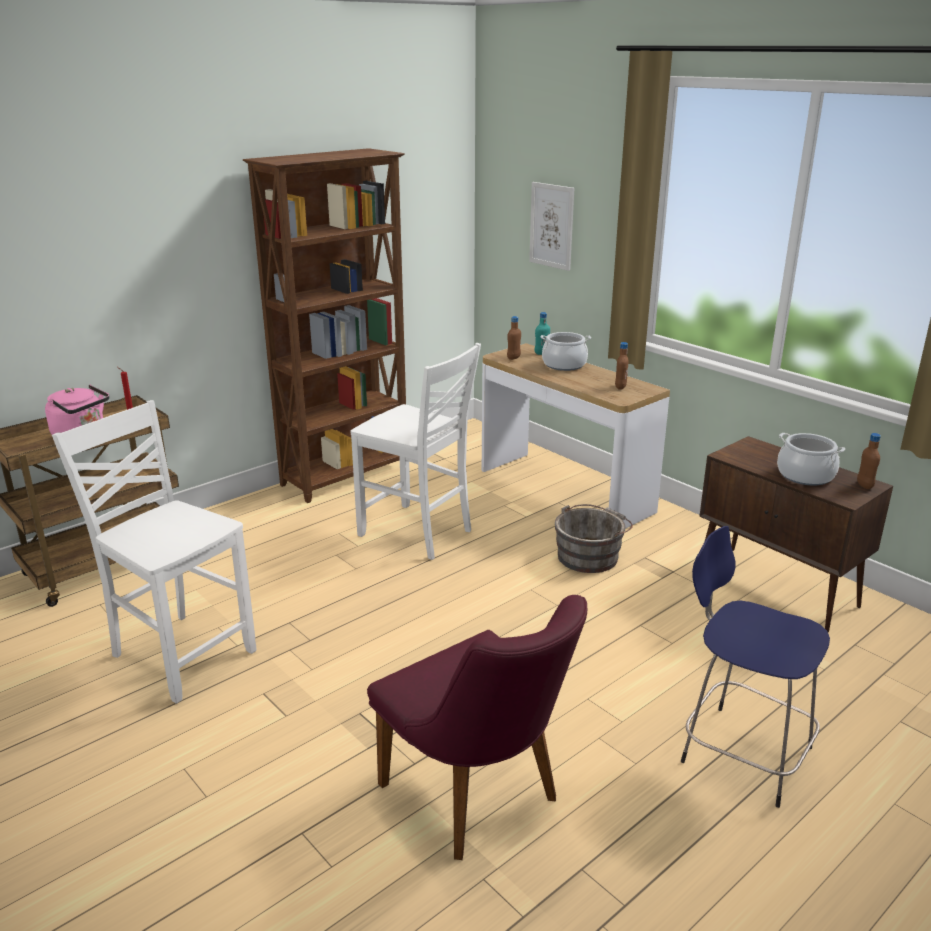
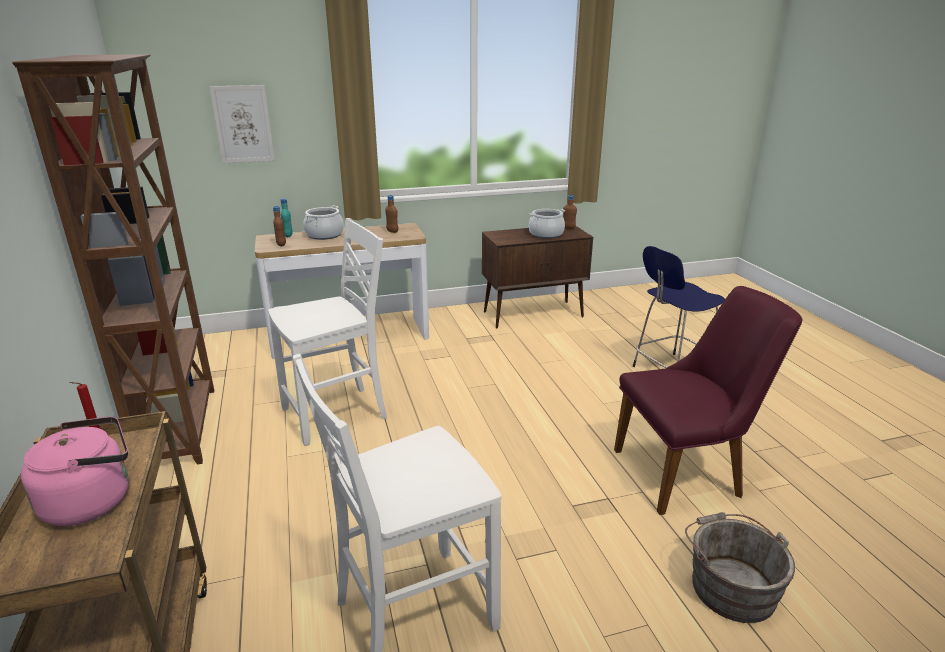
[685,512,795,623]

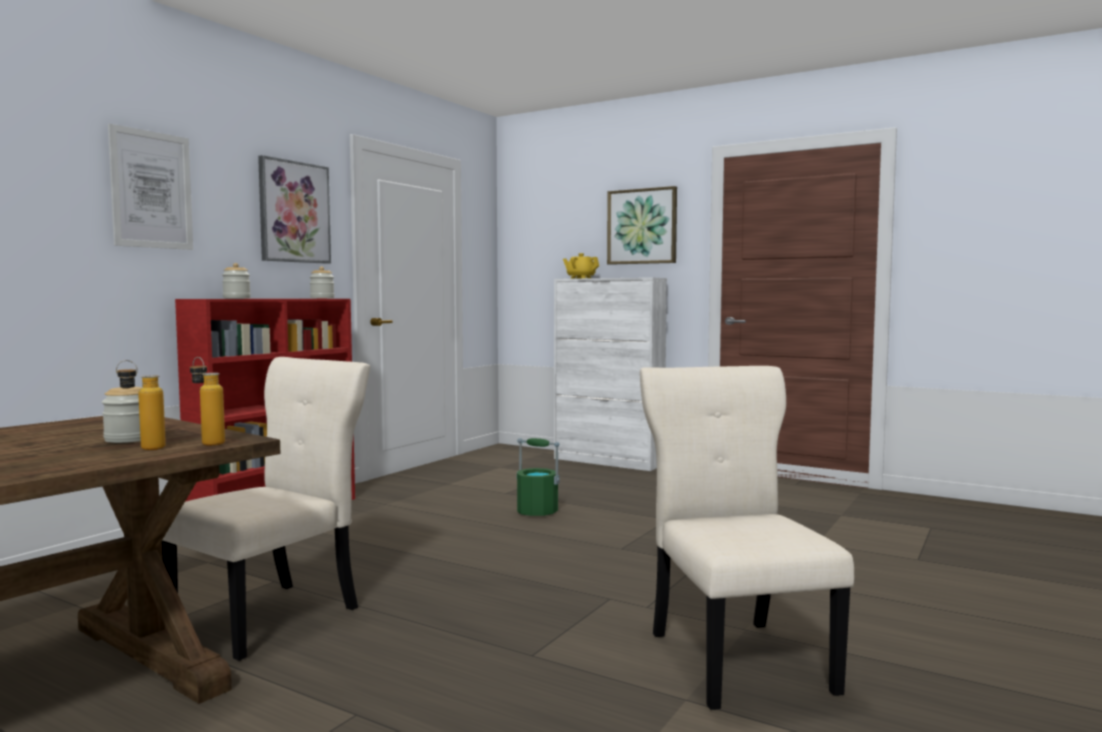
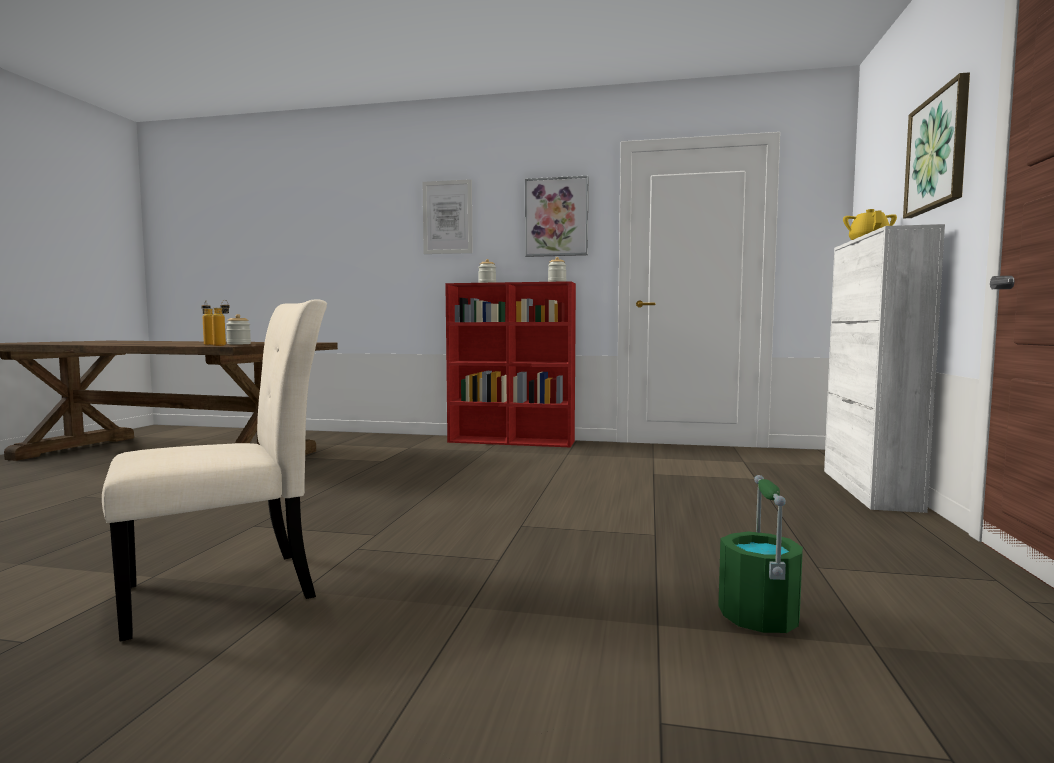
[162,357,370,661] (first image)
[718,475,803,633]

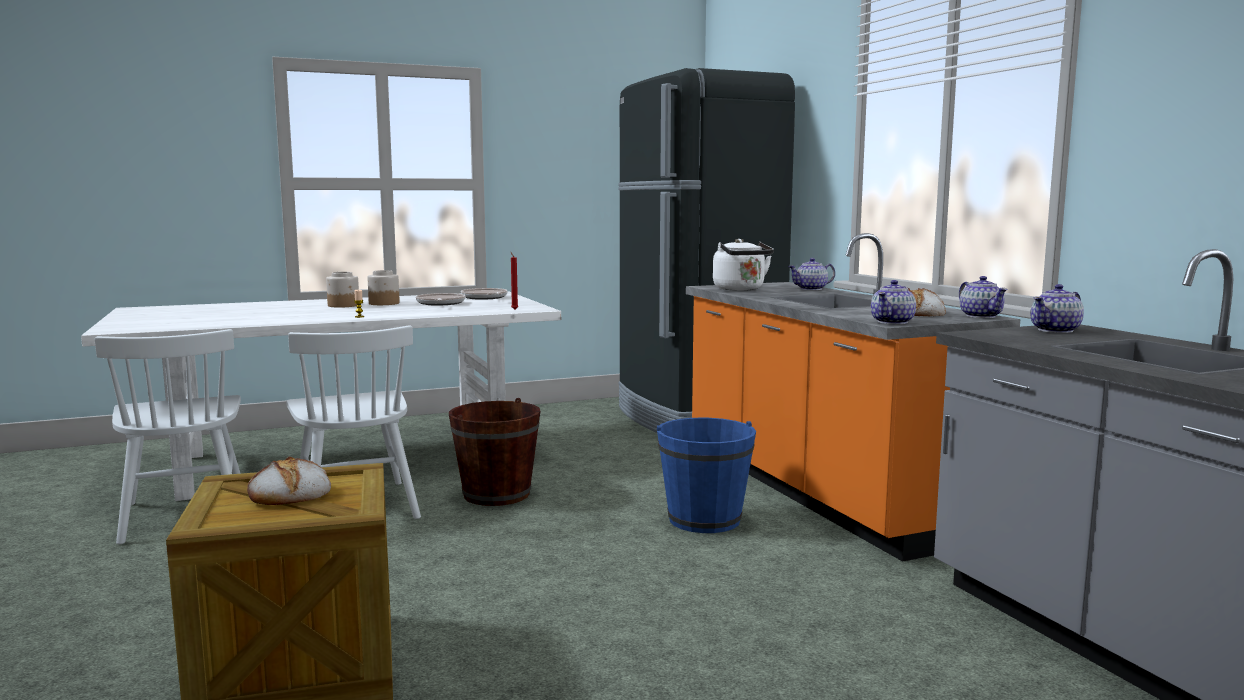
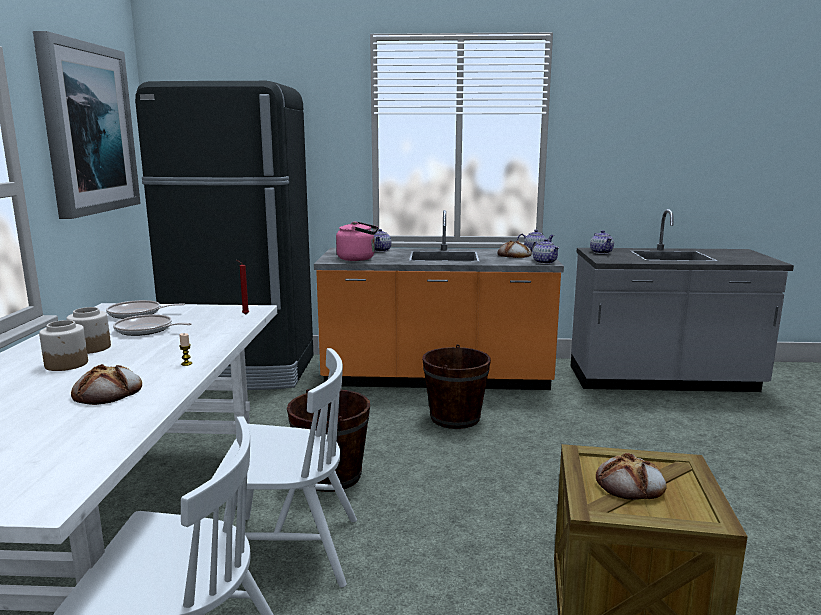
[422,344,491,429]
[336,222,378,261]
[33,31,141,219]
[71,364,142,405]

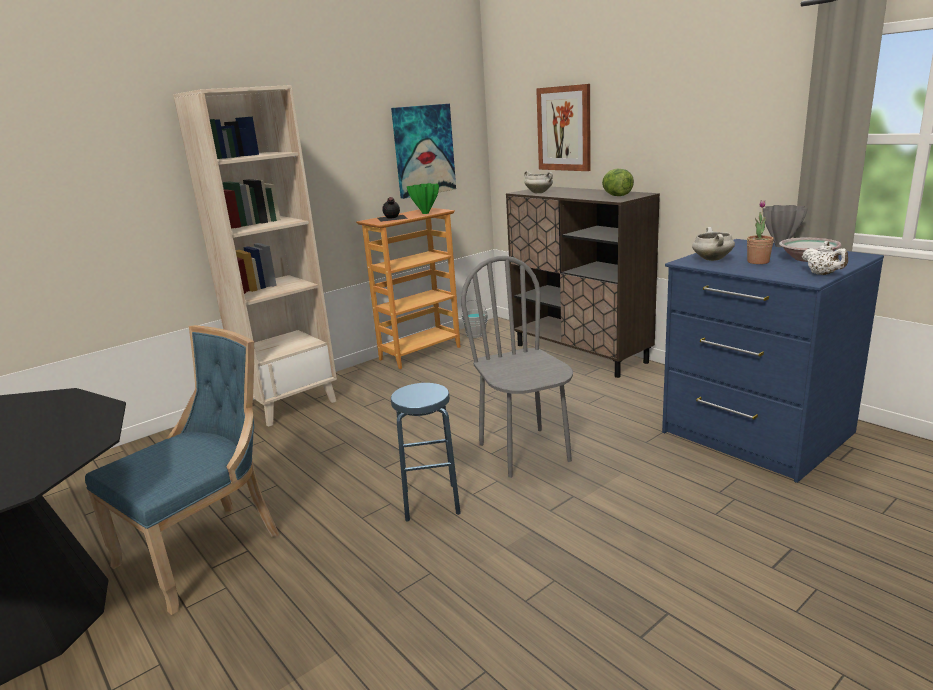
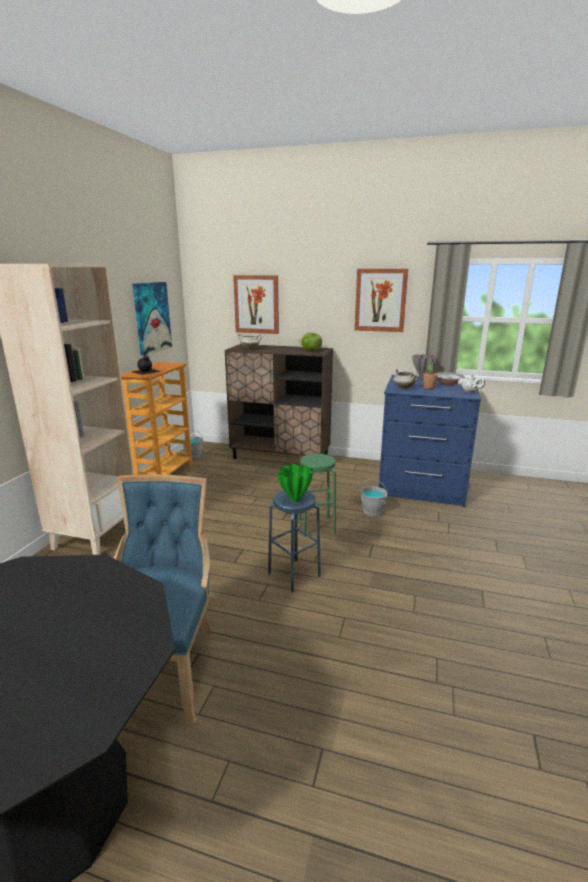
[277,464,313,502]
[298,454,336,537]
[355,269,408,332]
[361,479,388,516]

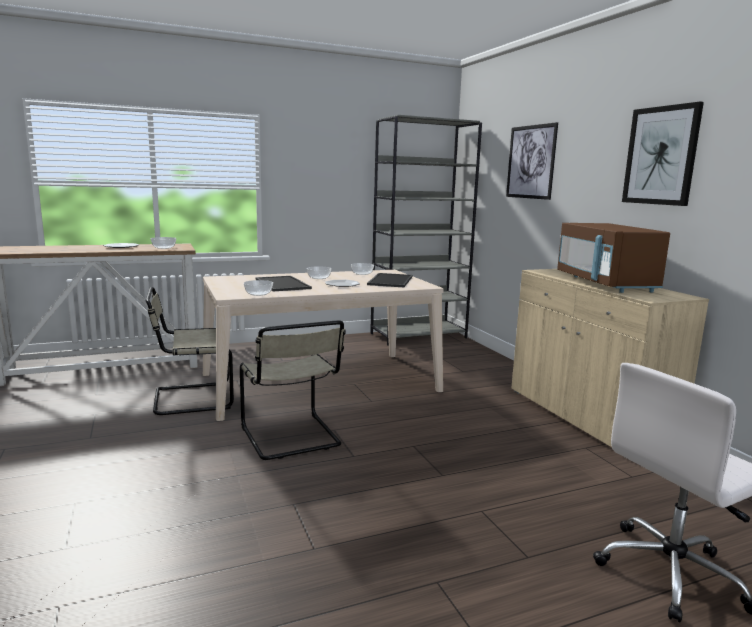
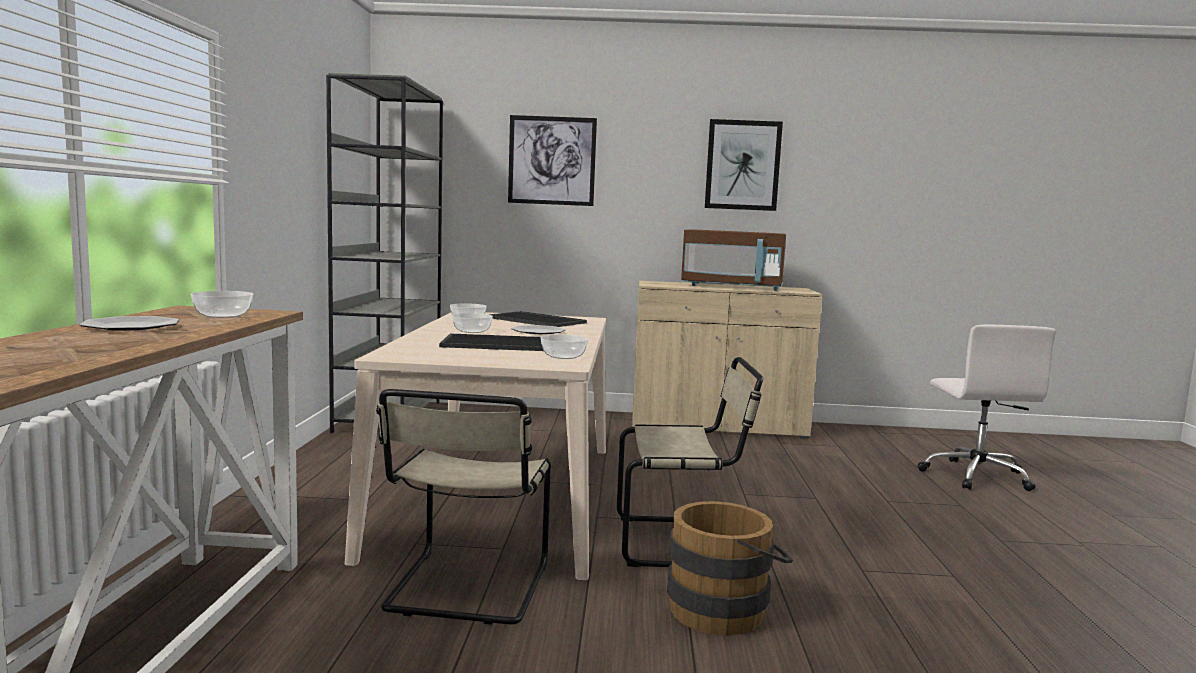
[667,501,793,636]

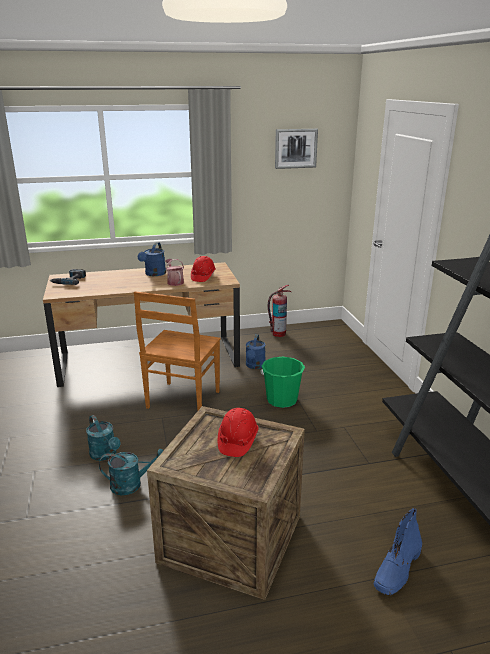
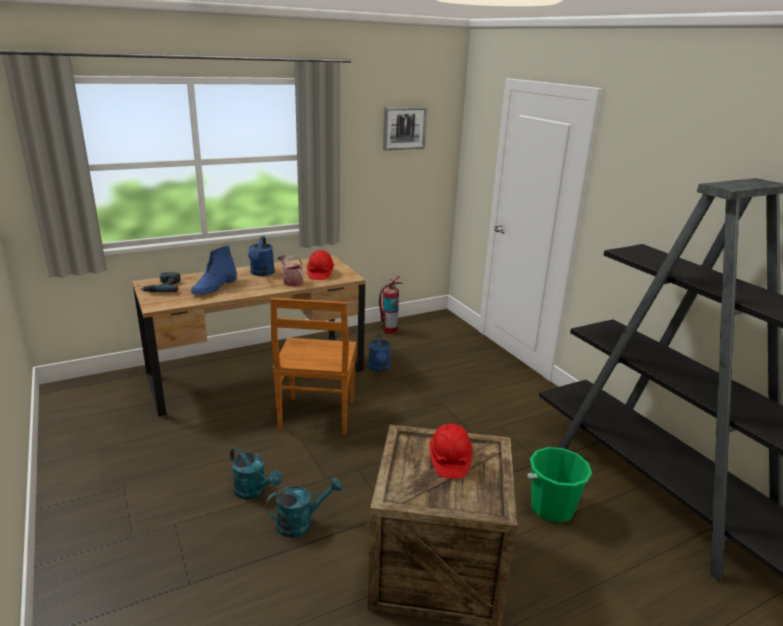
[527,447,592,523]
[191,246,237,295]

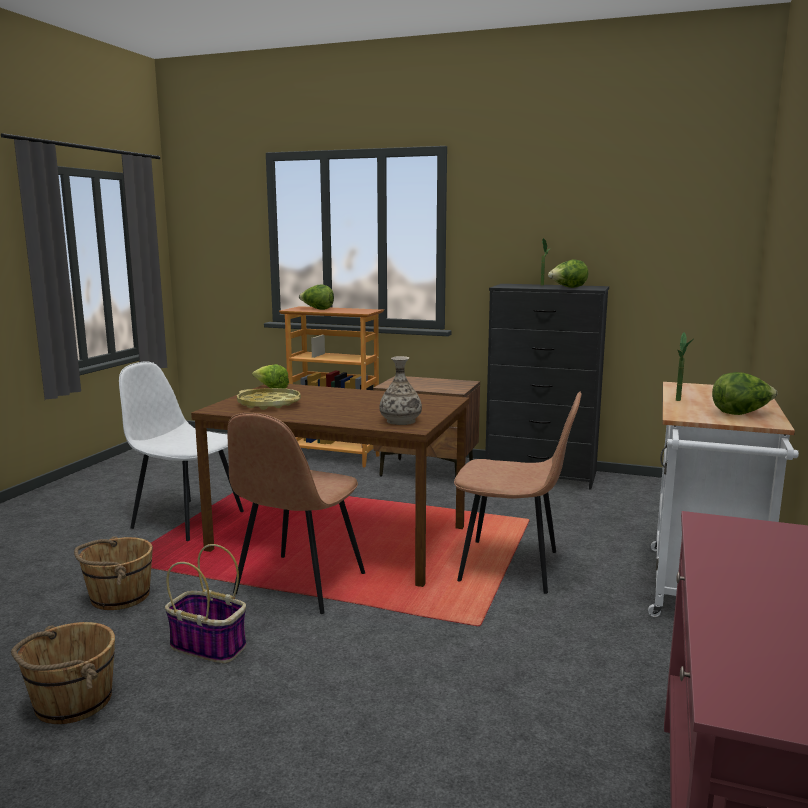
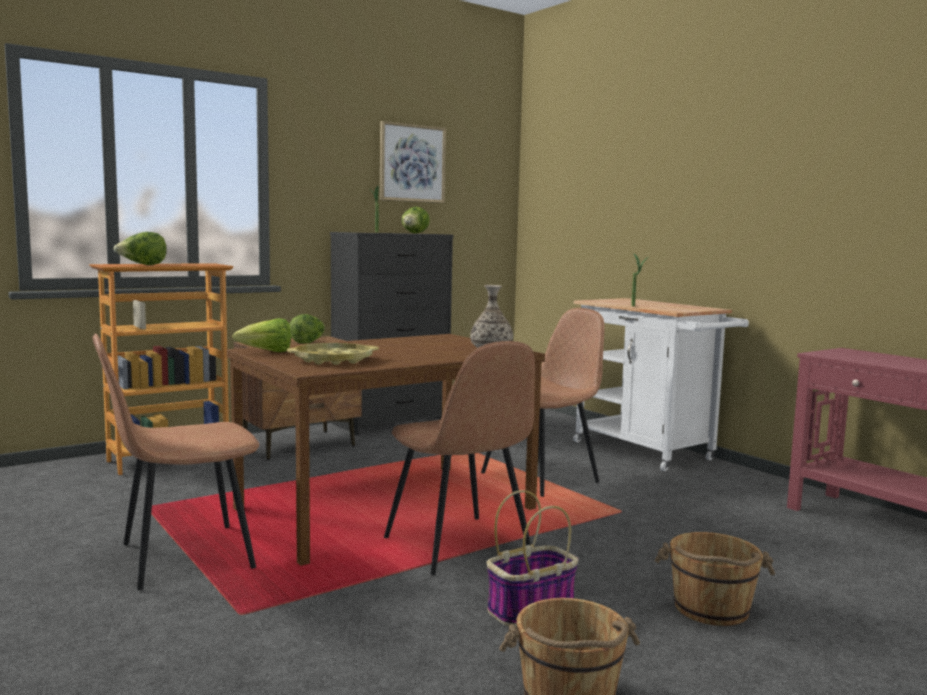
[655,532,775,626]
[93,334,259,590]
[290,314,325,344]
[380,121,446,203]

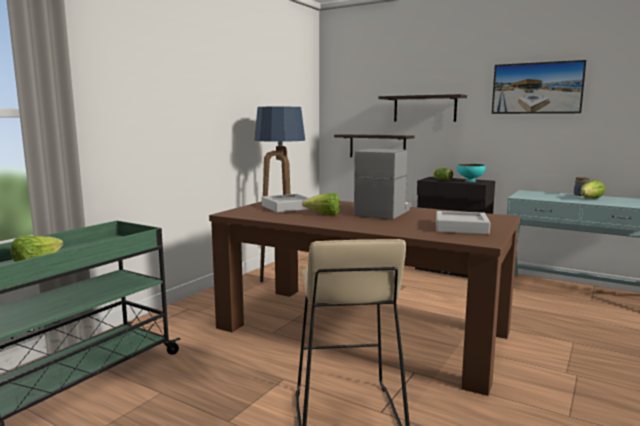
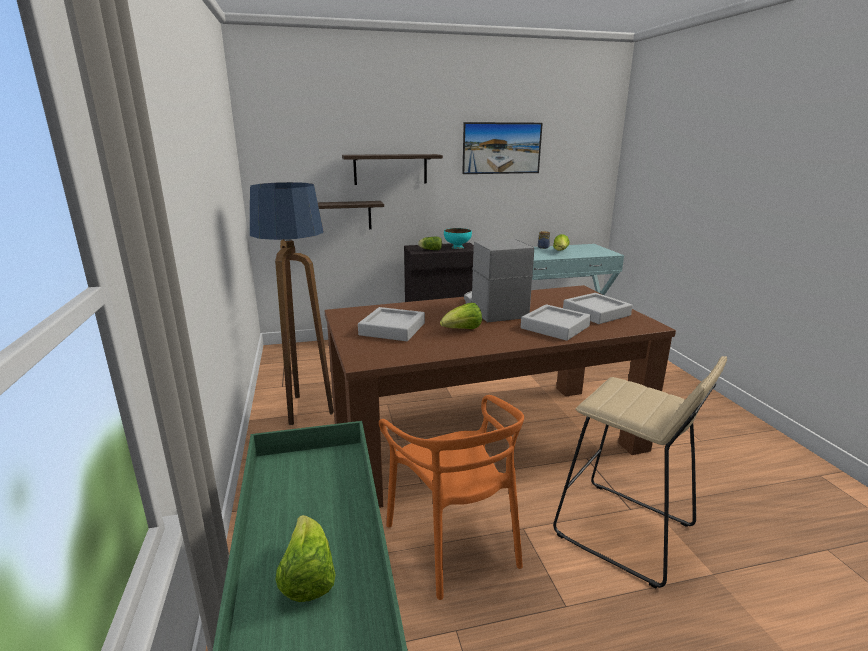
[379,395,524,600]
[521,304,591,341]

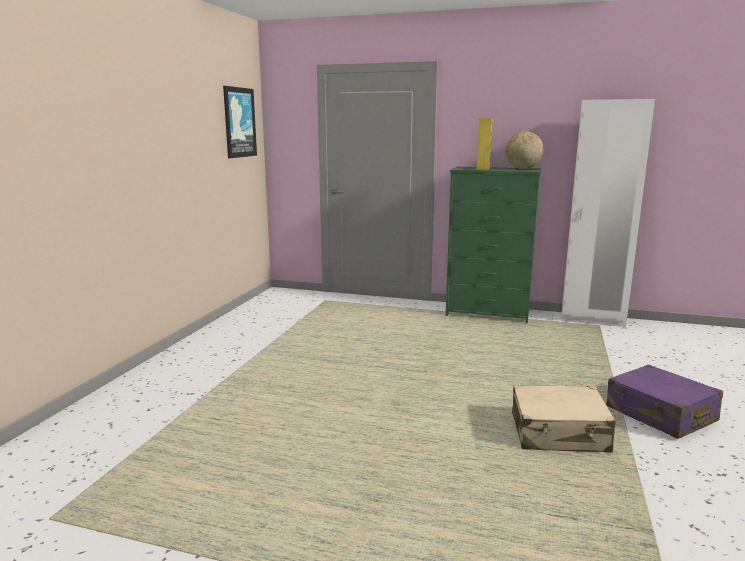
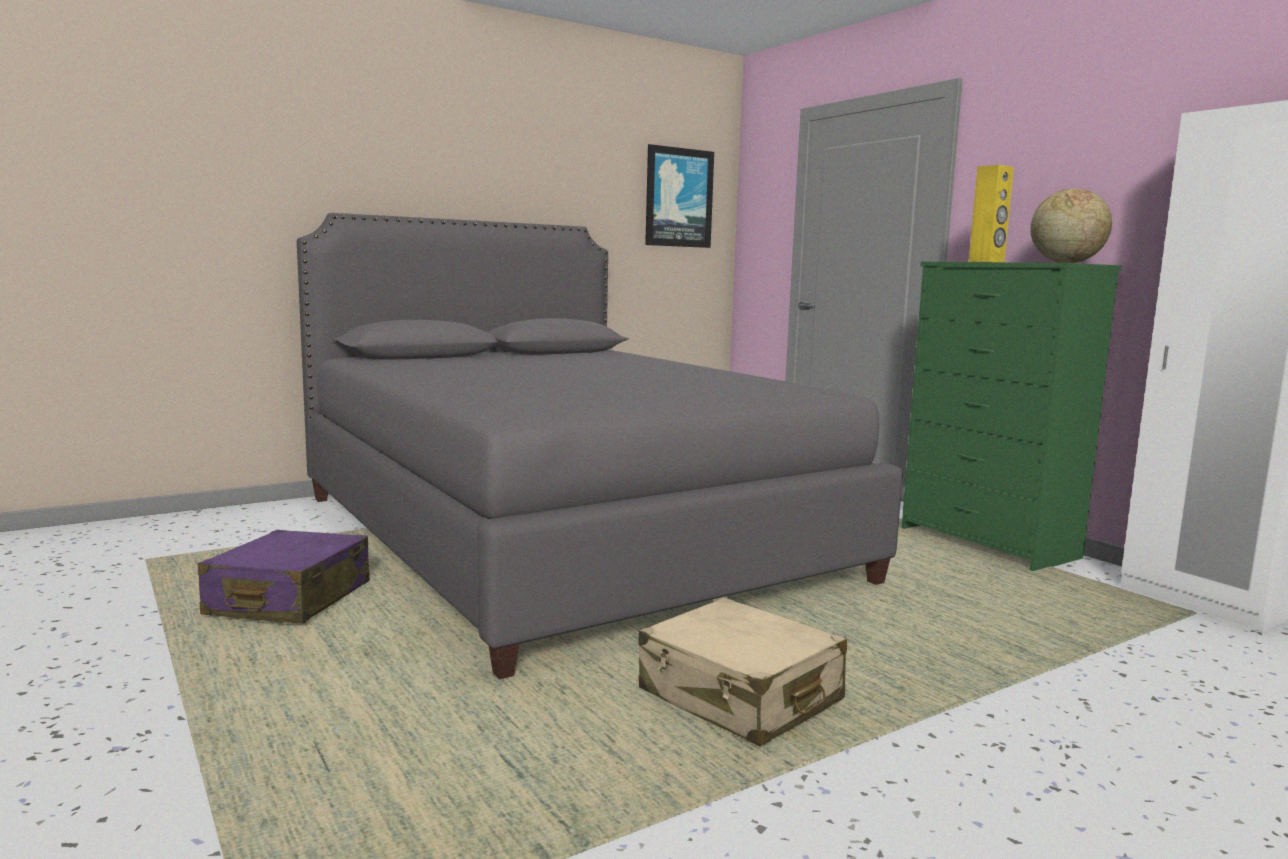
[198,530,370,624]
[297,213,903,680]

